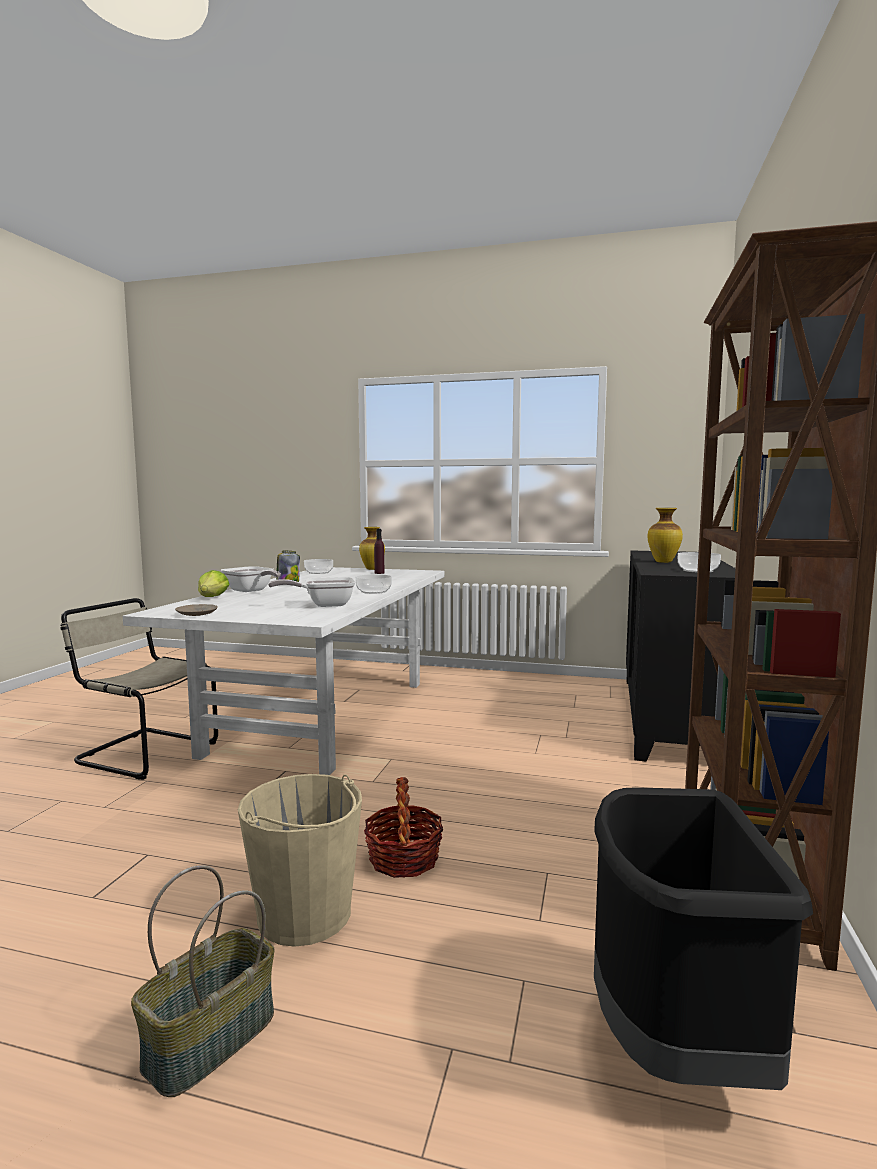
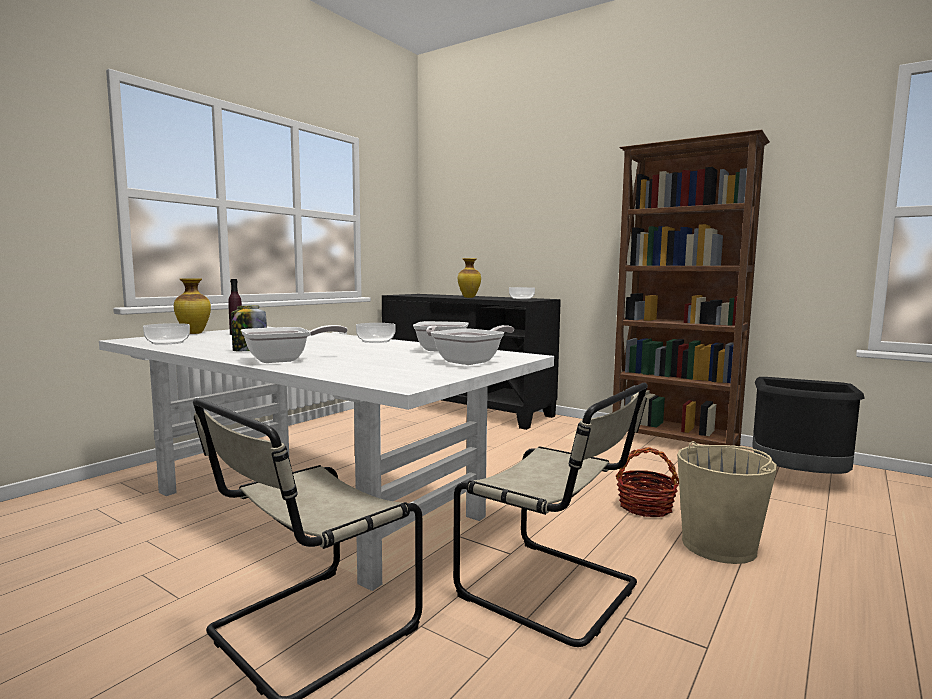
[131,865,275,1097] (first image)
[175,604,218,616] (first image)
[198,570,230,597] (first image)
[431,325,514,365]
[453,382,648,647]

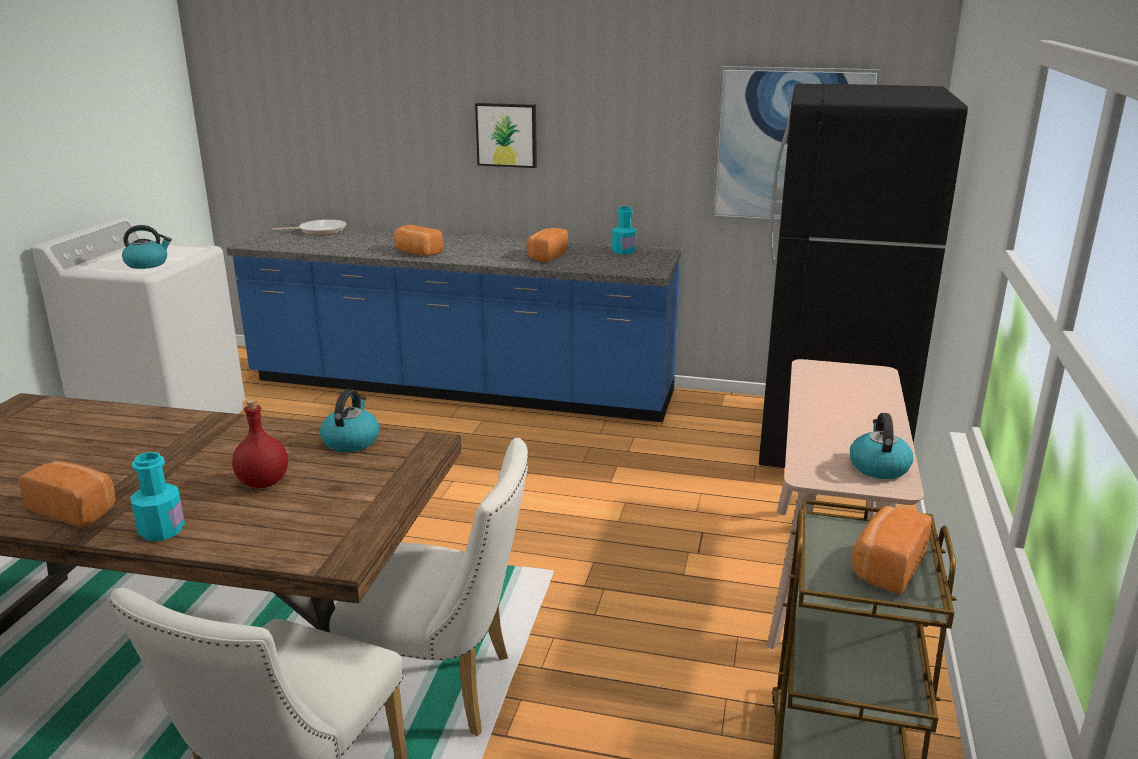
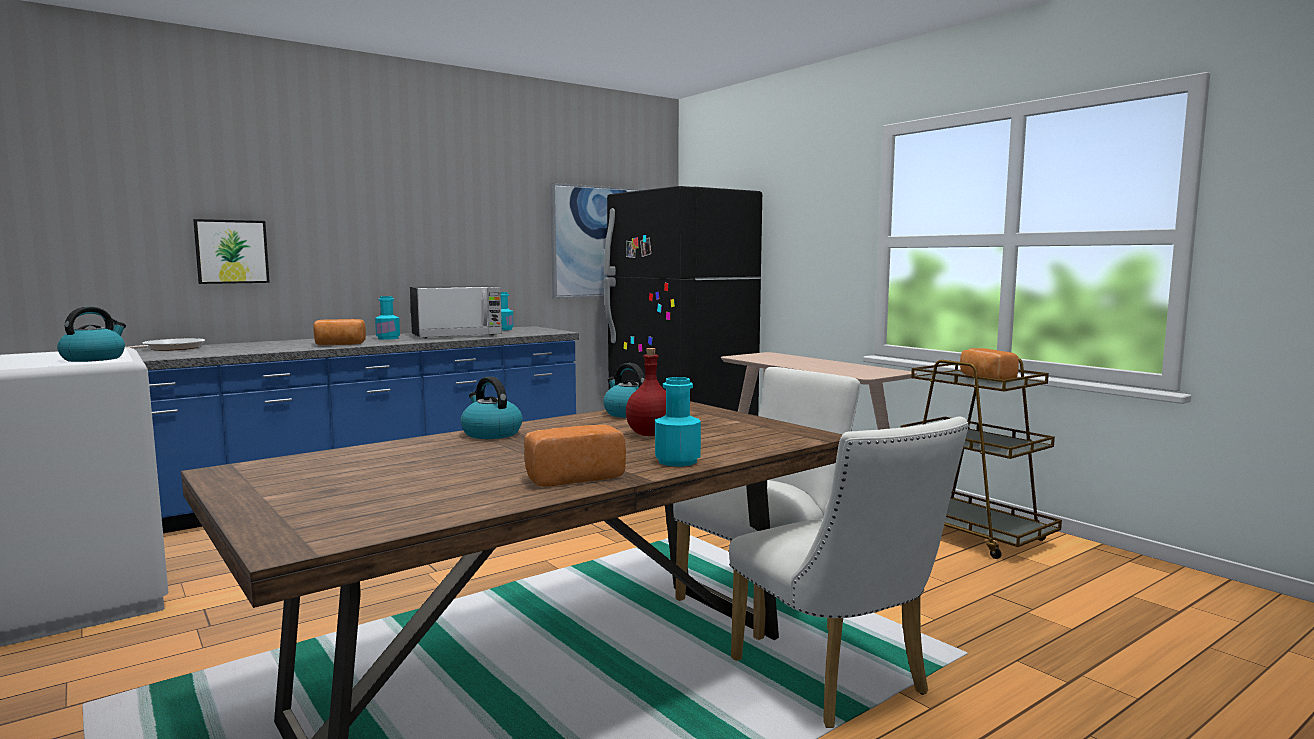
[193,219,270,284]
[410,286,502,338]
[460,376,523,439]
[375,296,400,340]

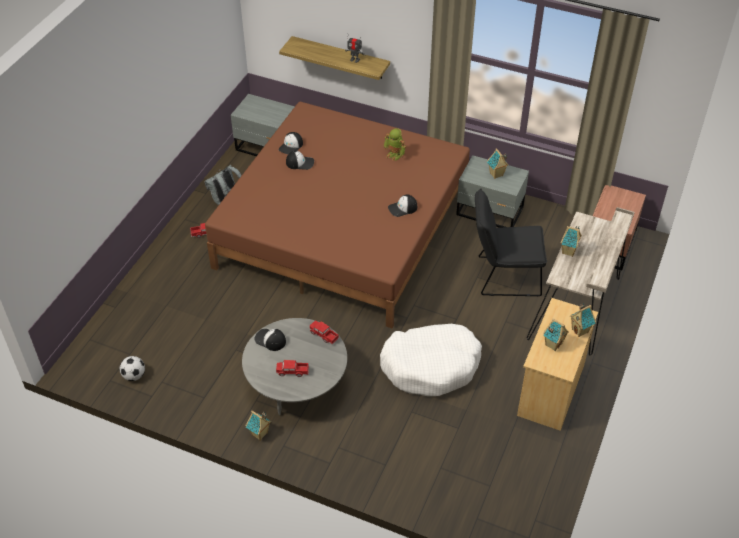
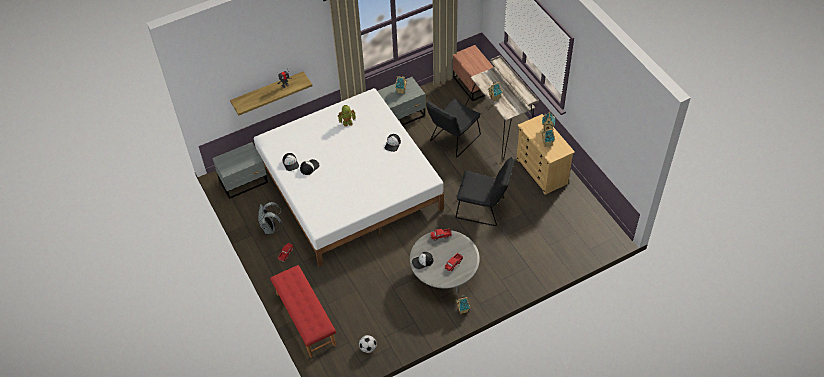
[254,88,444,266]
[456,157,514,226]
[270,265,336,358]

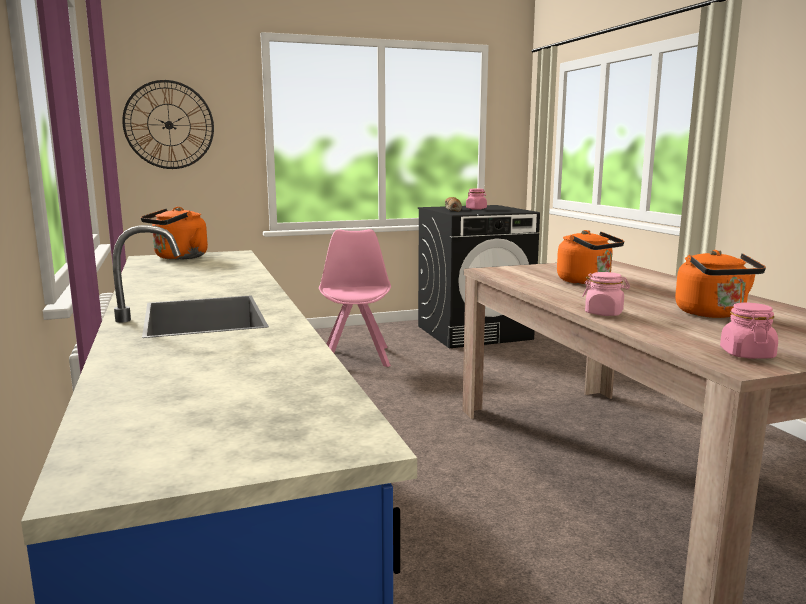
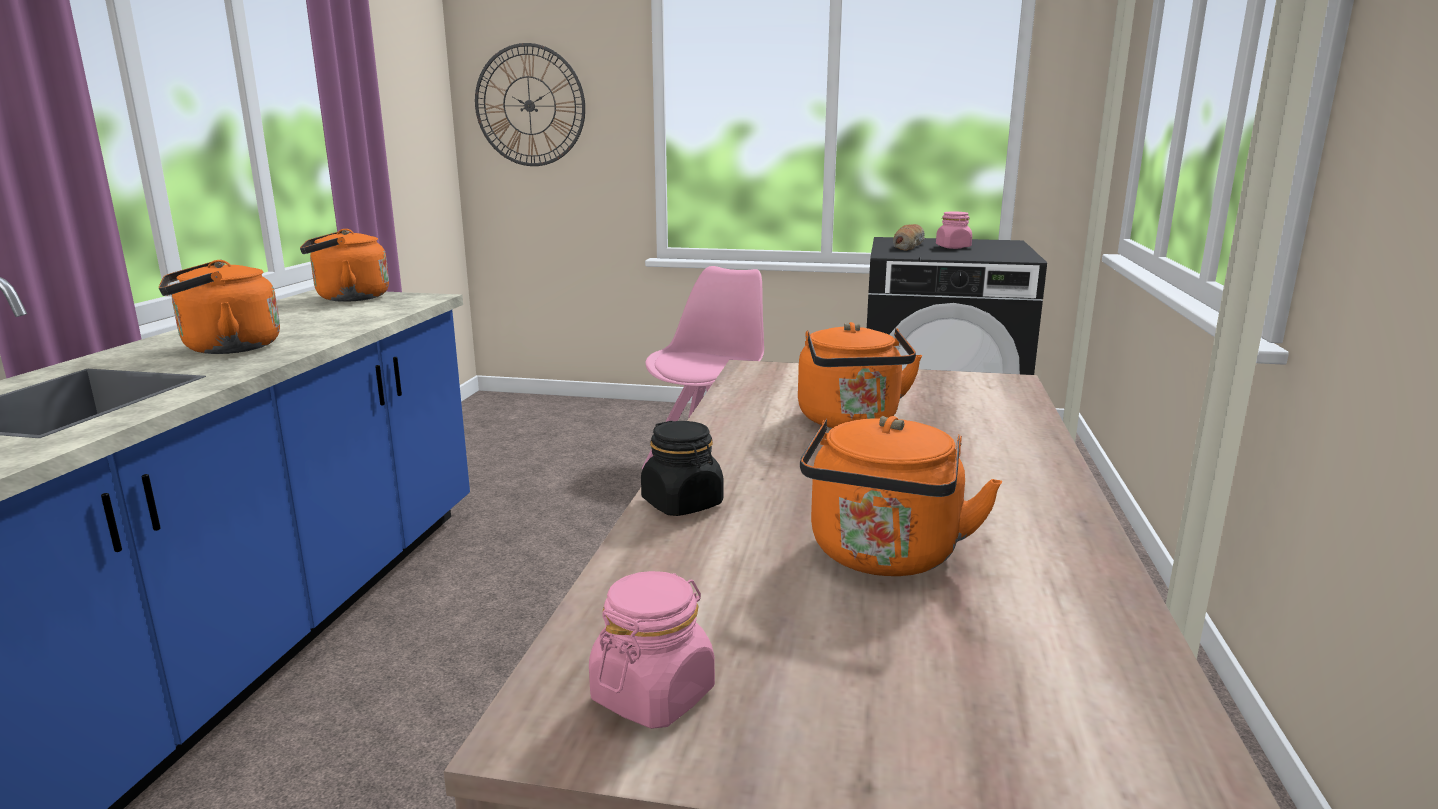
[641,421,723,516]
[159,260,280,354]

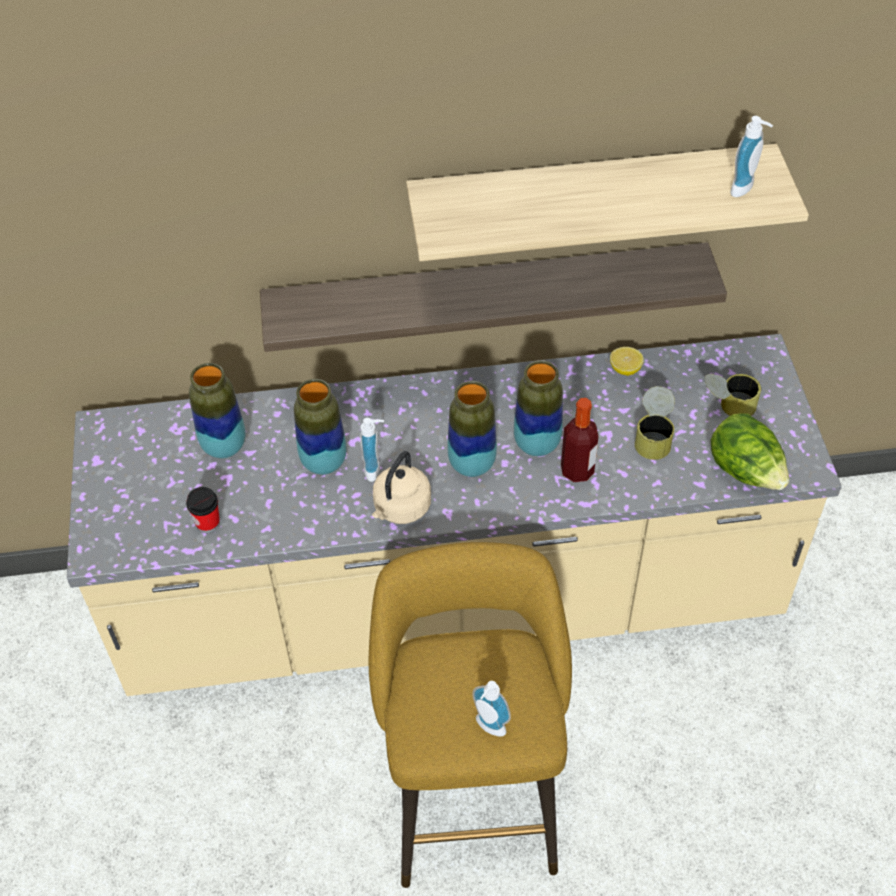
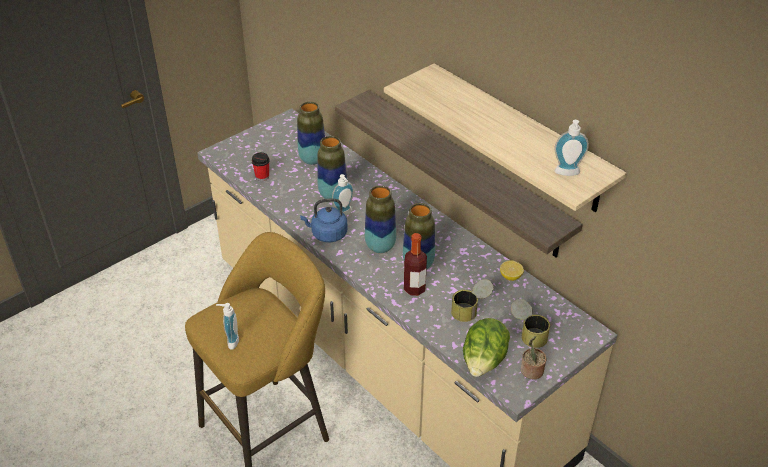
[300,198,347,242]
[521,336,546,379]

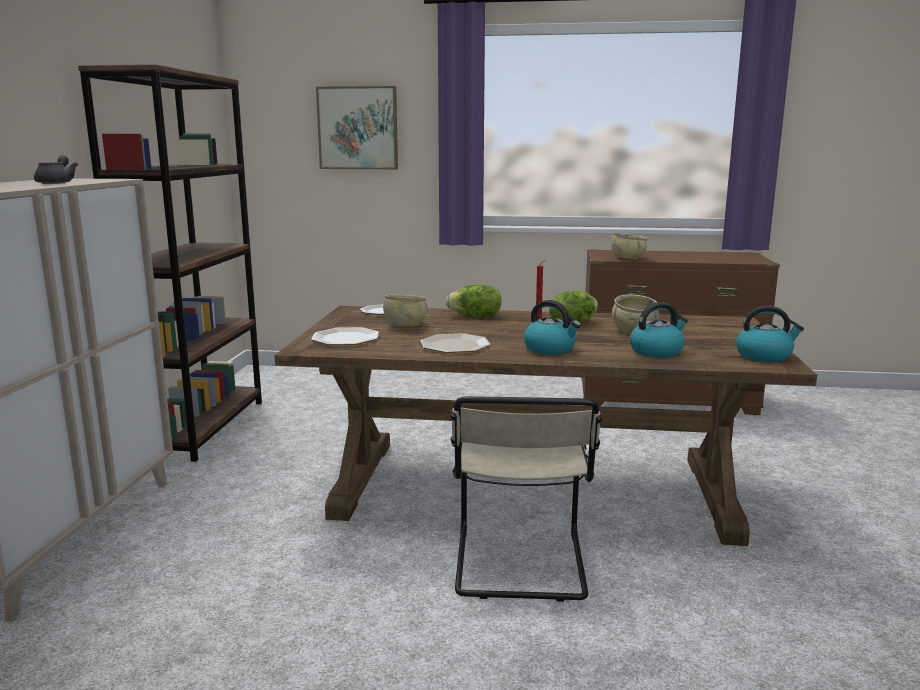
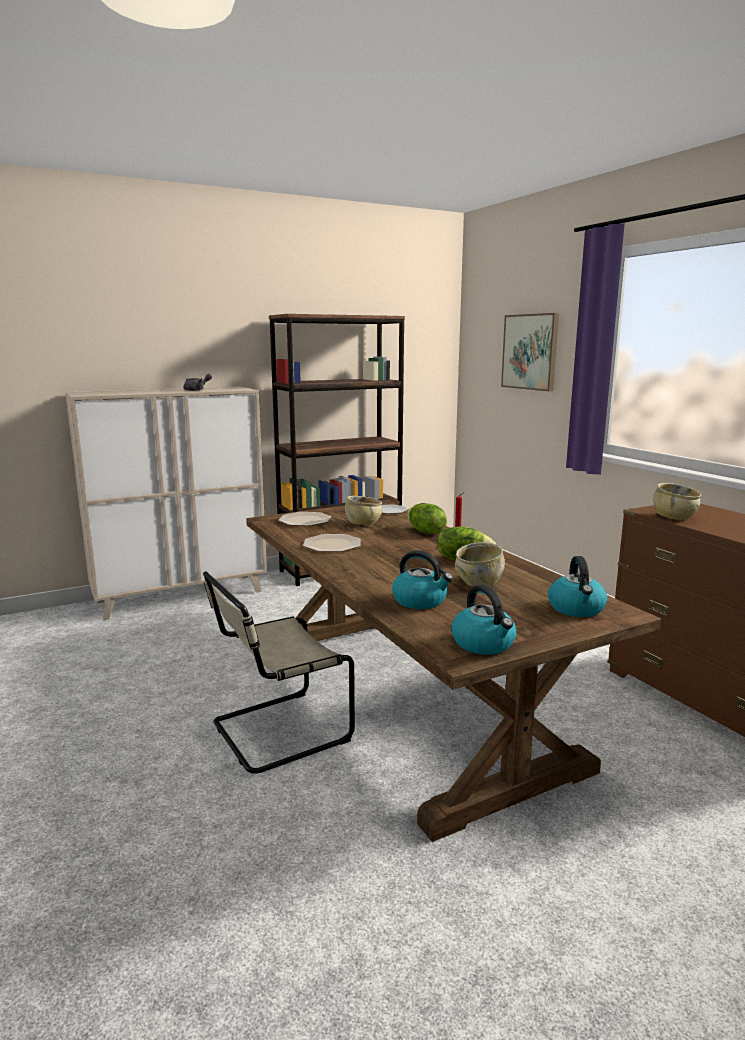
[548,556,607,617]

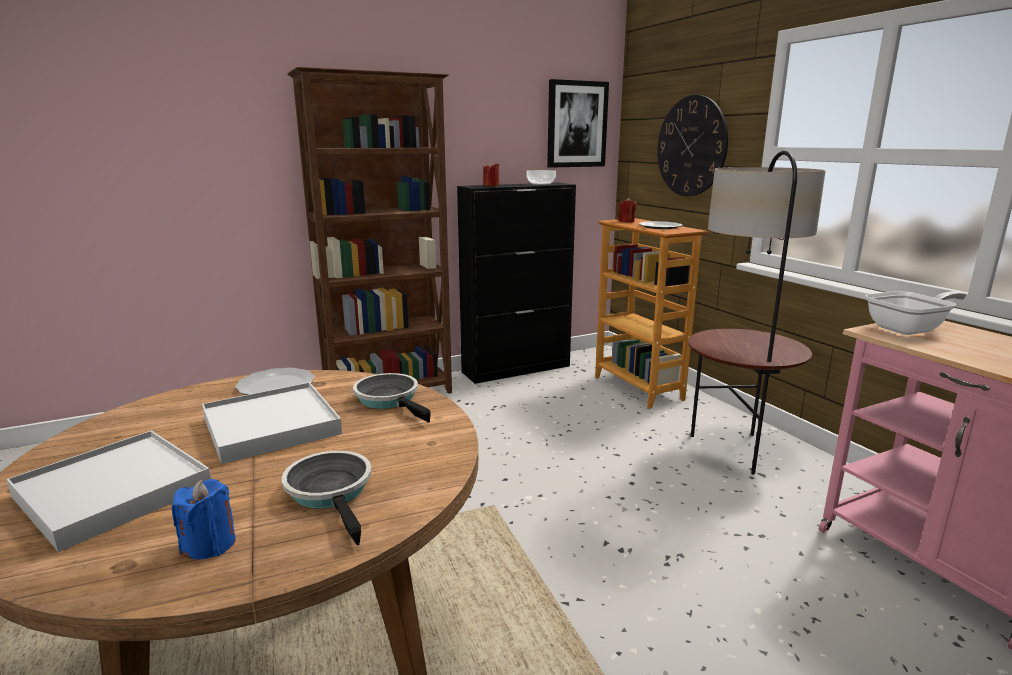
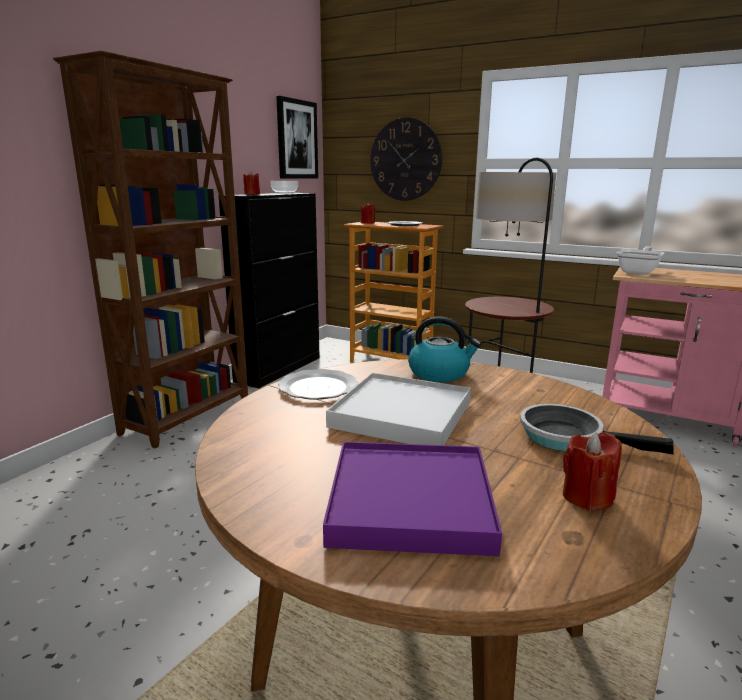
[323,442,502,556]
[563,432,622,511]
[408,317,481,382]

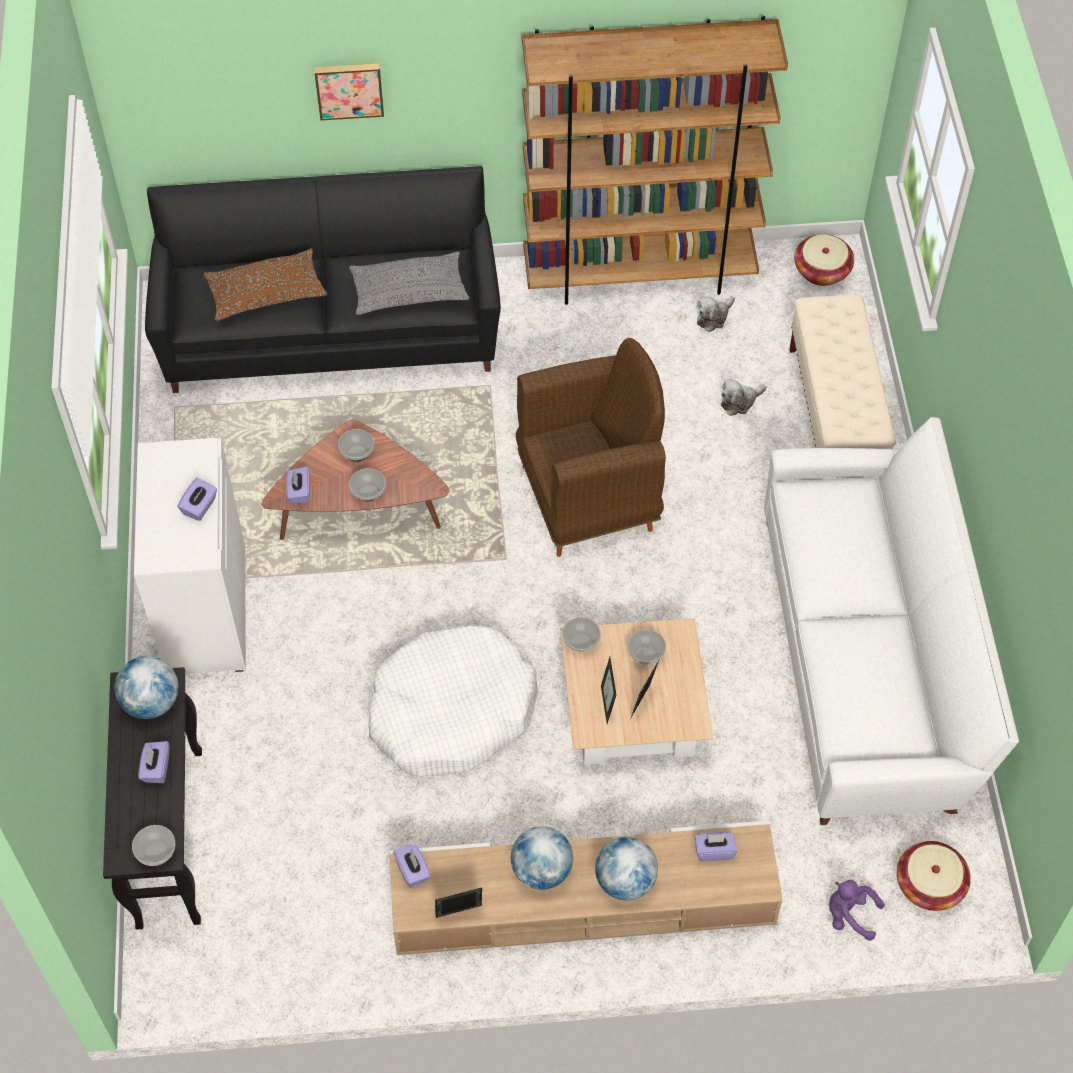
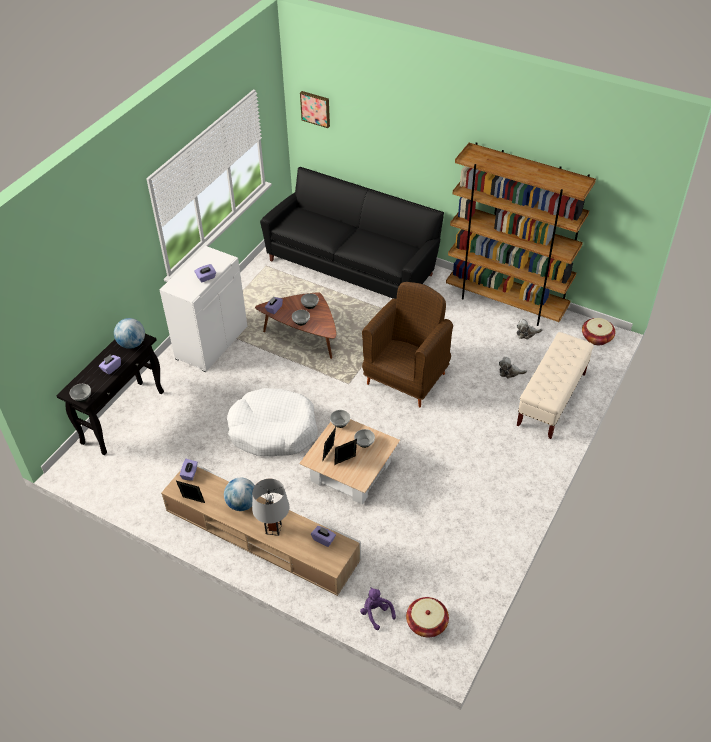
[204,249,328,321] (first image)
[300,91,330,128]
[349,251,470,315] (first image)
[362,282,453,407]
[252,479,290,536]
[764,417,1019,825] (first image)

